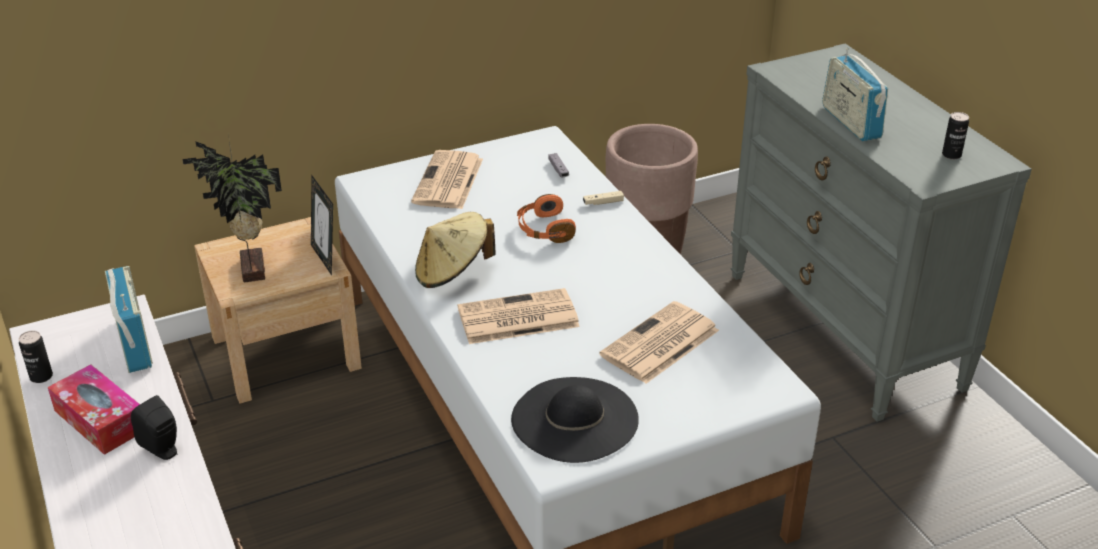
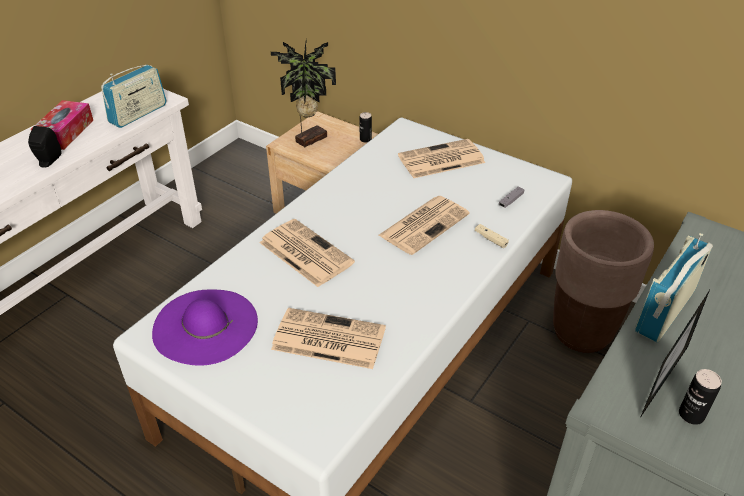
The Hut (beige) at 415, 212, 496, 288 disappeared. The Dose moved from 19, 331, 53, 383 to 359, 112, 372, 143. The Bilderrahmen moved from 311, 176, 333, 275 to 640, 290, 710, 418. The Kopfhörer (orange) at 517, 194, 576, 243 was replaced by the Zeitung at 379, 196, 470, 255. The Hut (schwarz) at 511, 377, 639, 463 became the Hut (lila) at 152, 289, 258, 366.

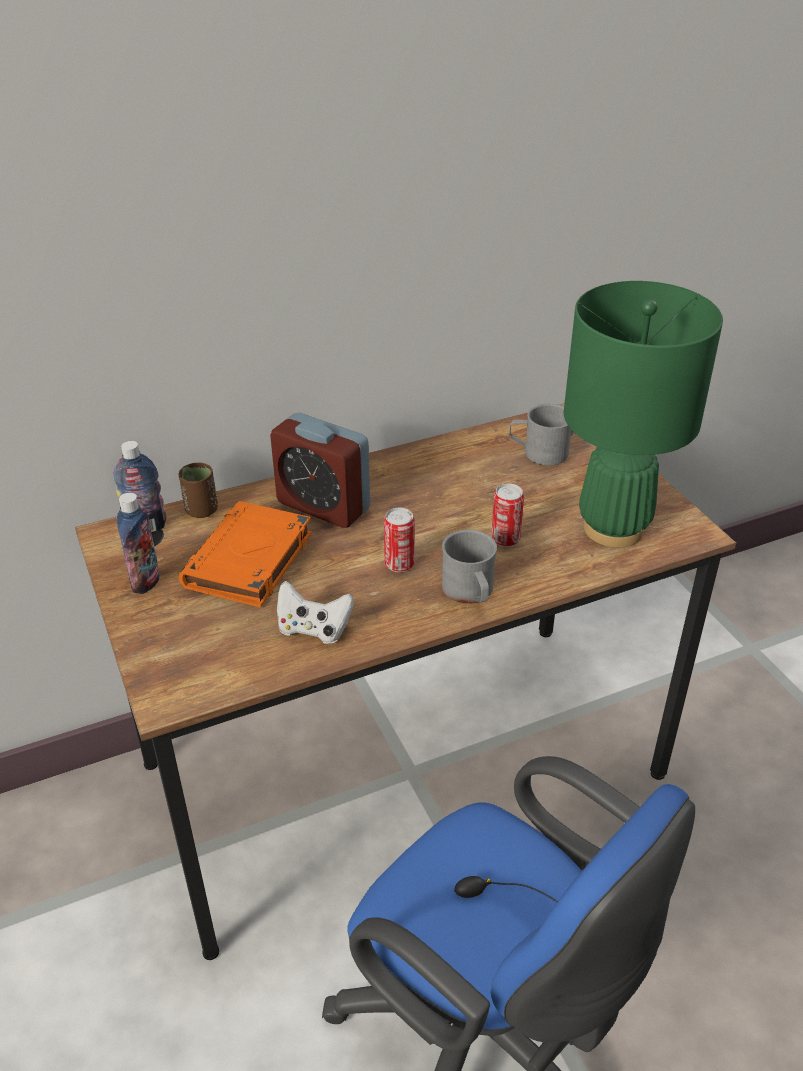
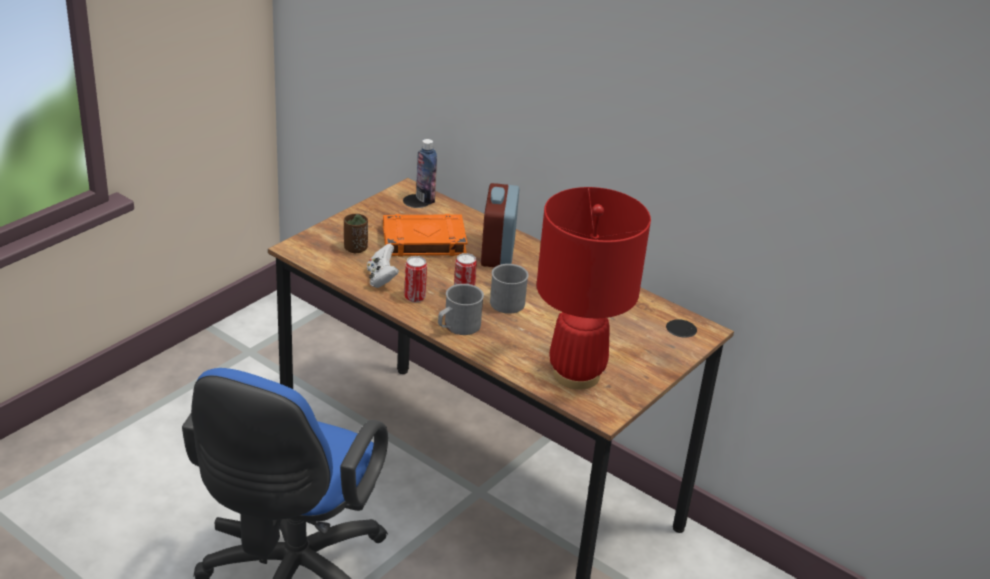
The Flasche at 117, 493, 160, 594 disappeared. The Tasse (braun) moved from 179, 462, 218, 518 to 344, 214, 368, 253. The Dose moved from 491, 484, 524, 547 to 404, 256, 427, 303. The Henkelbecher (grau) moved from 509, 404, 572, 466 to 490, 264, 529, 314. The Tischlampe (grün) at 564, 281, 723, 548 became the Tischlampe (rot) at 536, 187, 651, 389.

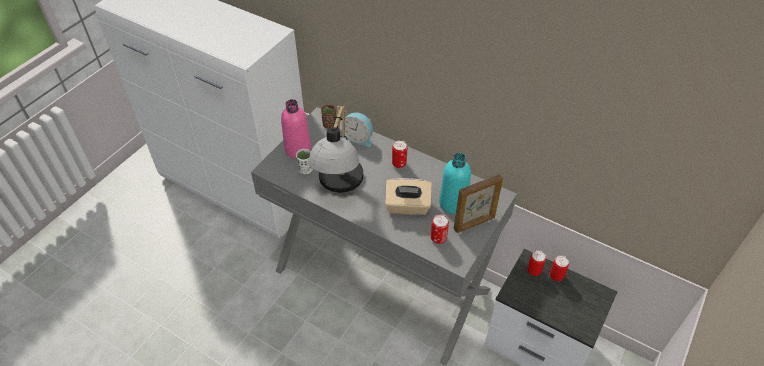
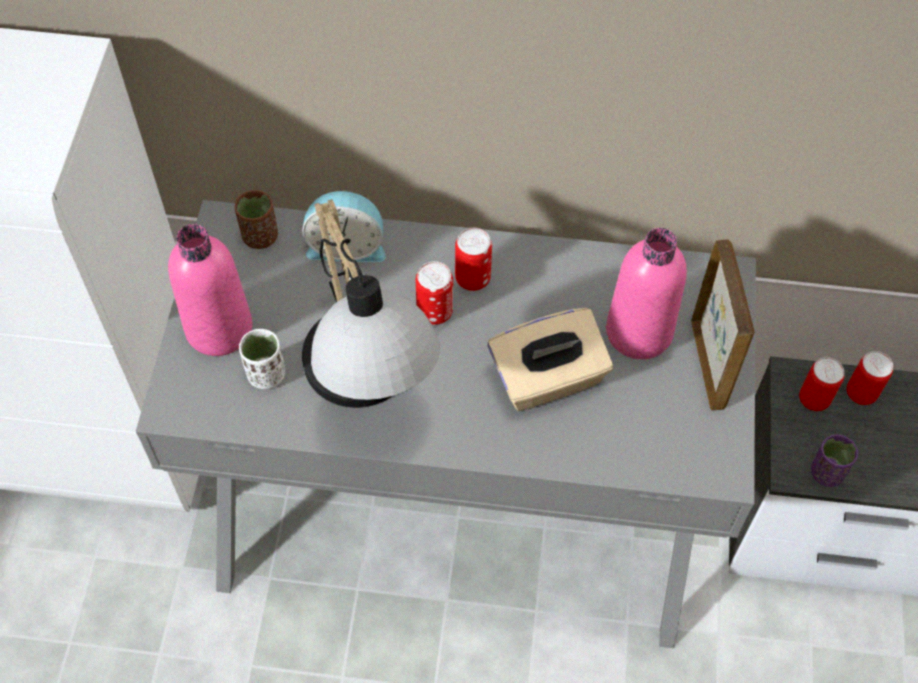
The Tasse (lila) at 811, 434, 858, 487 appeared. The Dose moved from 431, 215, 449, 244 to 415, 261, 453, 325. The Flasche (türkis) at 439, 153, 471, 214 became the Flasche (rosa) at 606, 228, 687, 359. The Bilderrahmen at 454, 174, 503, 233 turned 45 degrees counterclockwise.

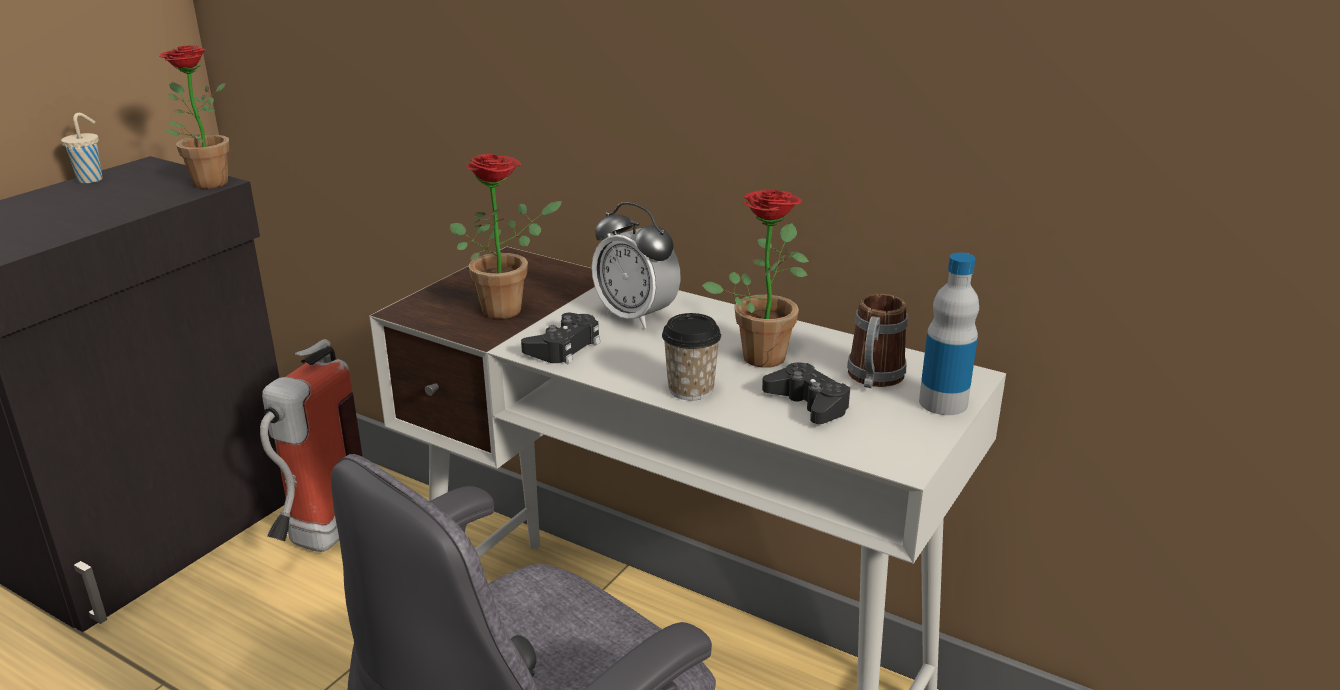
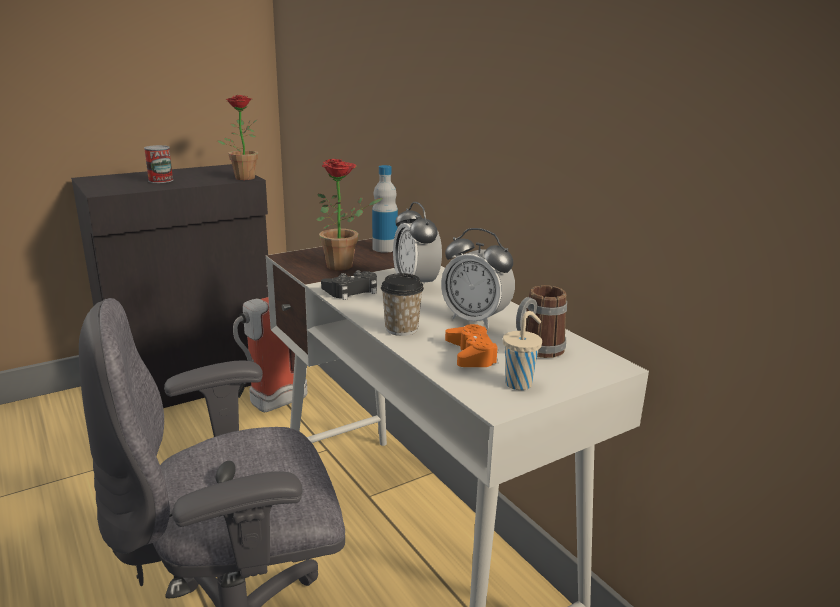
The Dose at 144, 145, 173, 183 appeared. The Tasse (beige) moved from 61, 113, 103, 183 to 503, 311, 542, 390. The Flasche moved from 919, 252, 979, 415 to 372, 165, 398, 253. The Topfpflanze at 702, 190, 809, 368 was replaced by the Wecker at 441, 228, 515, 329. The Gamepad (schwarz) at 762, 362, 850, 424 became the Gamepad (orange) at 445, 324, 498, 367.

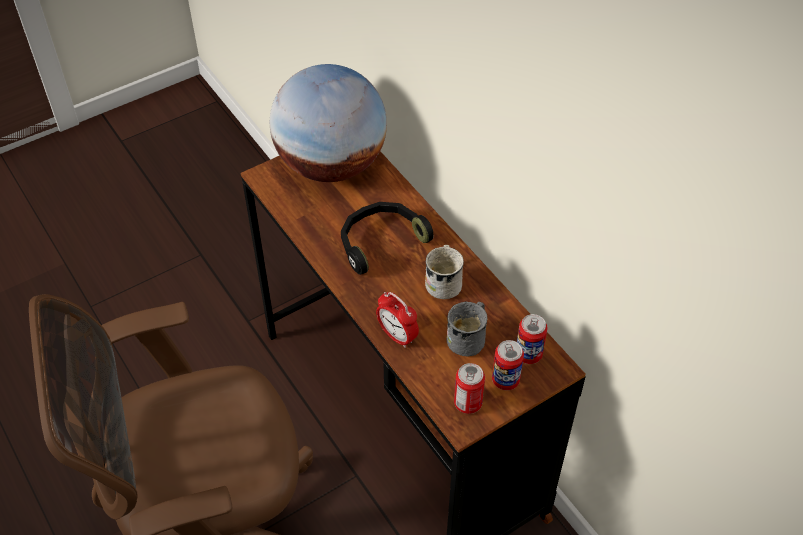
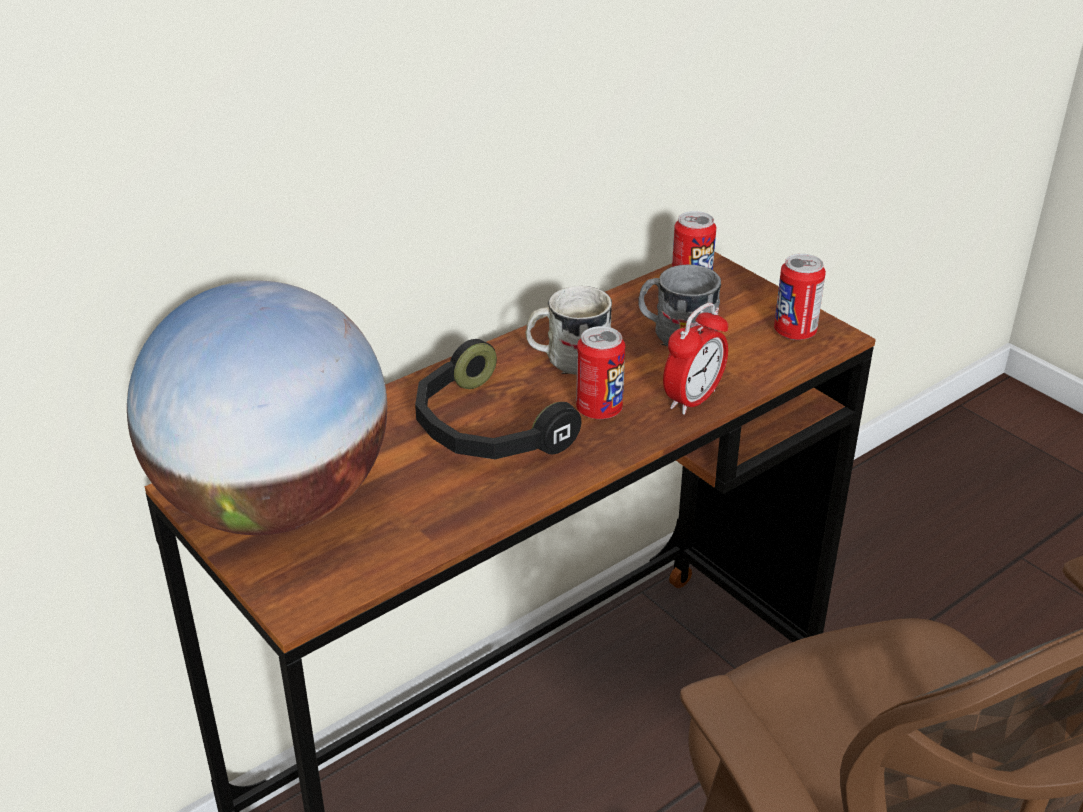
The Dose moved from 492, 340, 524, 390 to 576, 326, 625, 419.

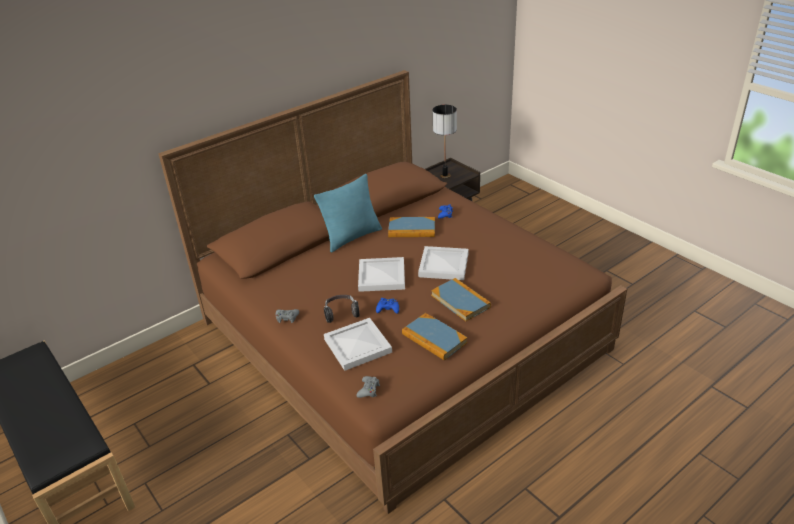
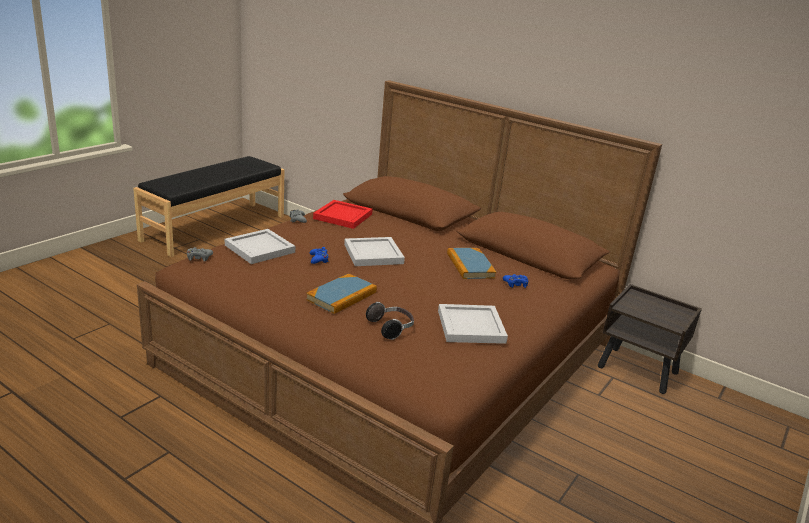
The Kissen (türkis) at 314, 174, 382, 253 disappeared. The Buch at 402, 313, 467, 361 disappeared. The Tischlampe at 433, 105, 457, 179 disappeared. The Tablett (rot) at 313, 200, 373, 229 appeared. The Kopfhörer moved from 324, 295, 360, 323 to 366, 302, 414, 340. The Tablett (weiß) moved from 418, 246, 468, 280 to 438, 304, 508, 344.

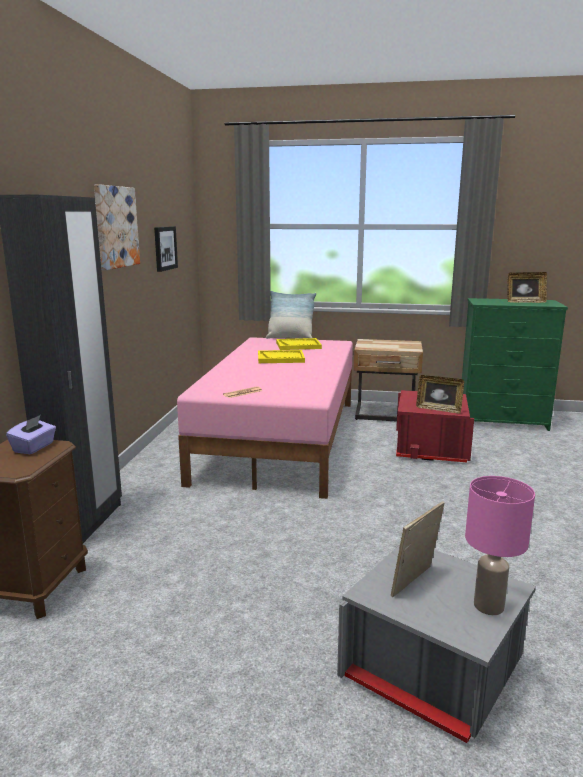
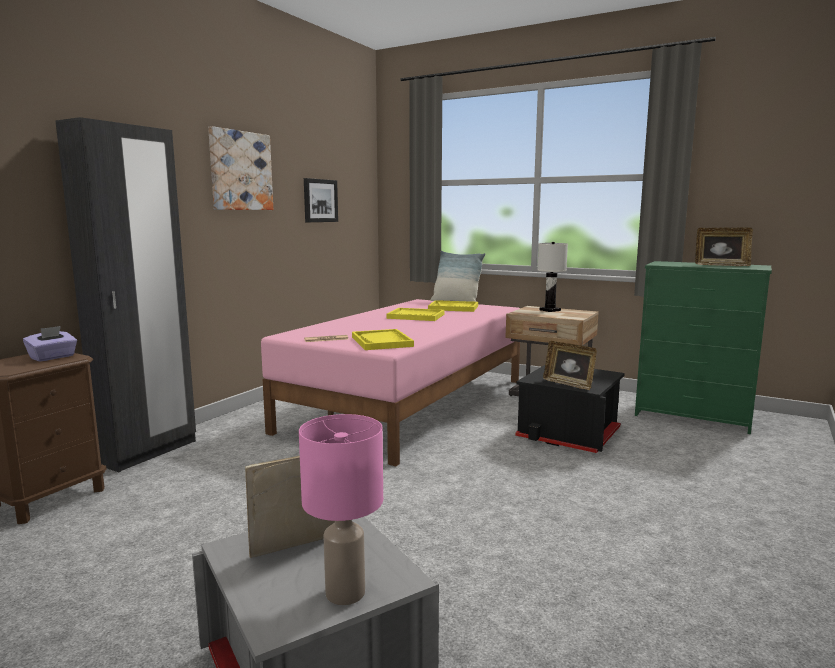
The Tablett (gelb) at 352, 329, 414, 350 appeared. The Tischlampe (weiß) at 537, 242, 568, 312 appeared. The Aufbewahrungsbox (rot) at 396, 390, 474, 462 became the Aufbewahrungsbox (schwarz) at 515, 365, 625, 453.

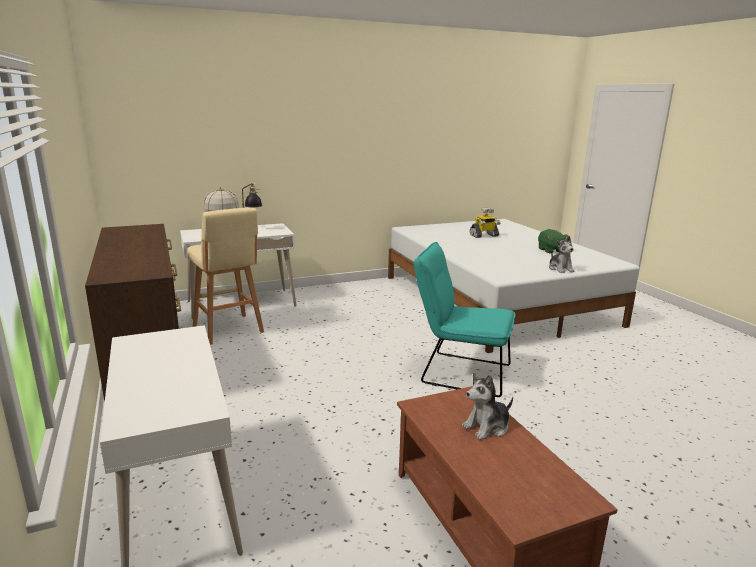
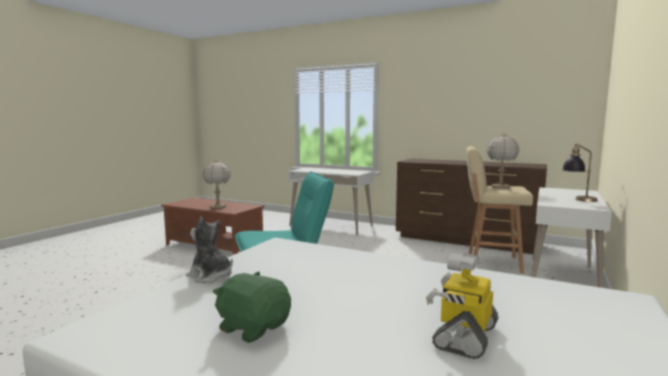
The Plüschtier at 462, 372, 513, 440 was replaced by the Tischlampe at 203, 160, 231, 209.

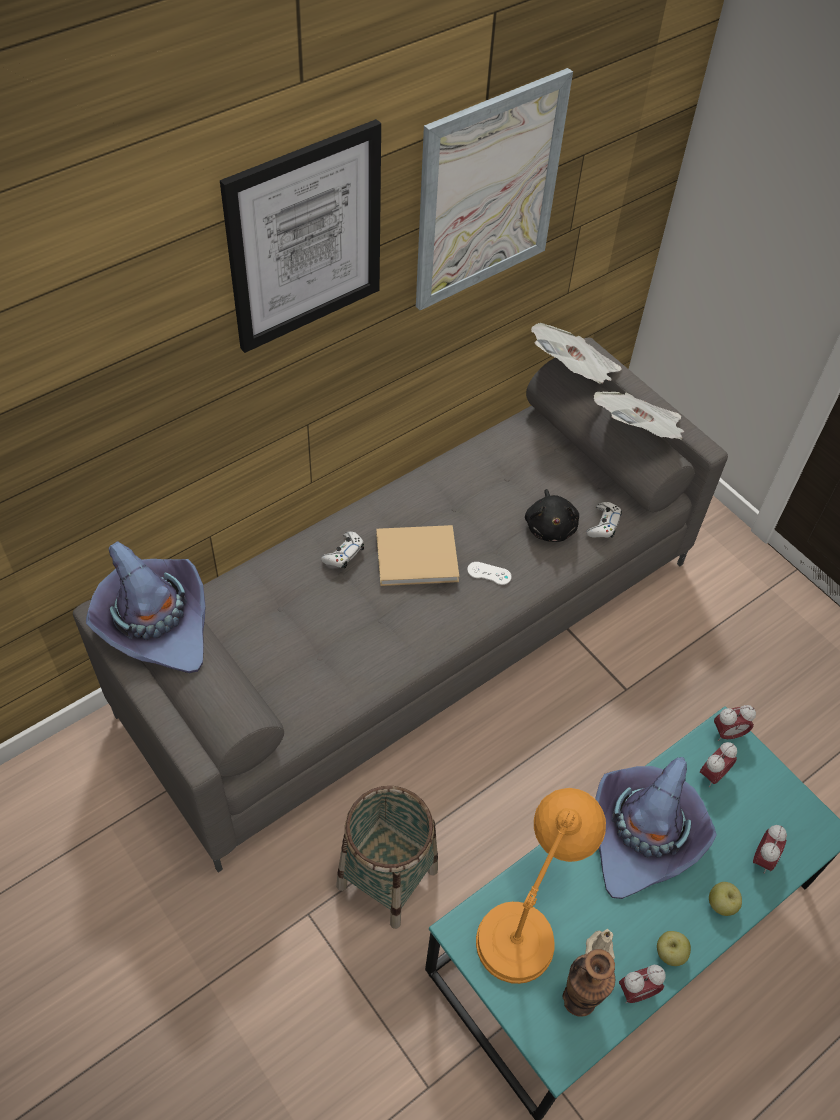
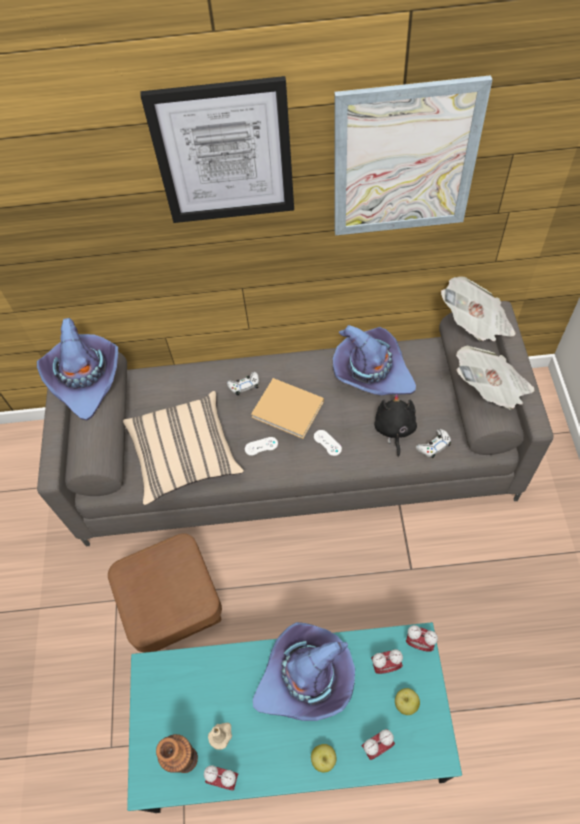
The Tischlampe (orange) at 476, 788, 606, 984 disappeared. The Kissen (beige) at 123, 391, 244, 505 appeared. The Gamepad (weiß) at 245, 437, 278, 456 appeared. The Hut (lila) at 333, 325, 416, 395 appeared. The Apfel moved from 657, 931, 691, 966 to 395, 688, 420, 715. The Korb at 336, 786, 438, 929 was replaced by the Polsterhocker (braun) at 108, 533, 222, 652. The Plüschtier (schwarz) at 525, 489, 579, 542 turned 150 degrees clockwise.

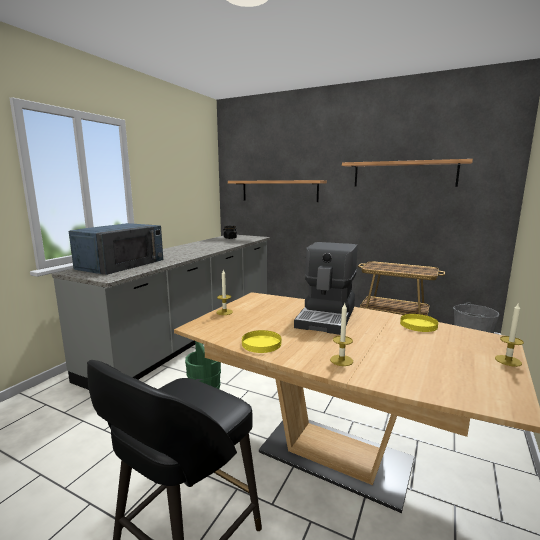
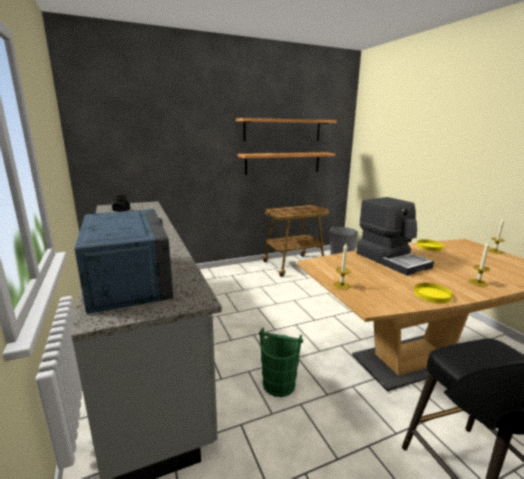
The Wandregal moved from 228, 180, 327, 202 to 238, 152, 335, 175.

